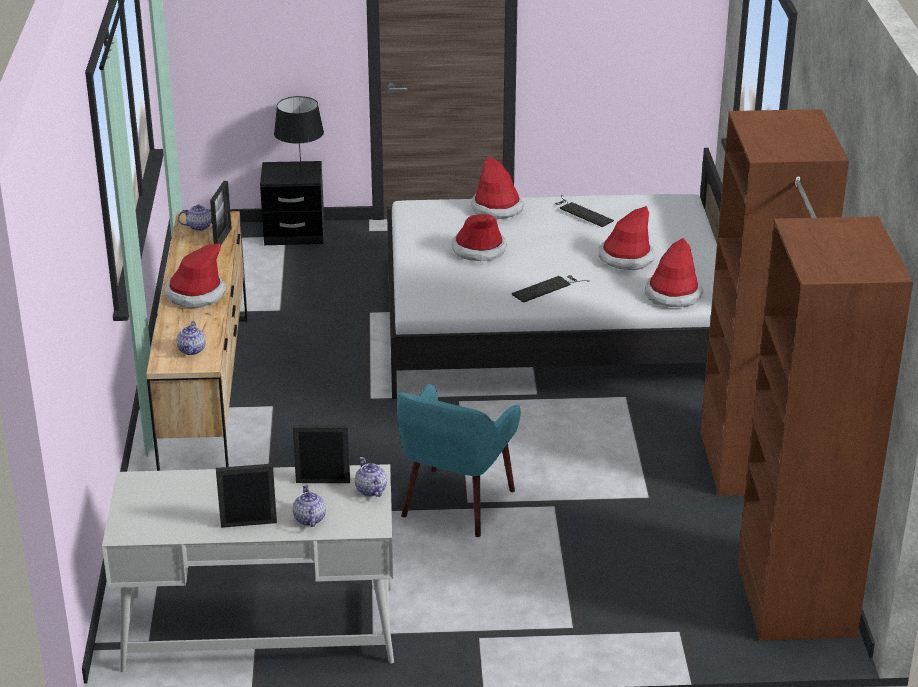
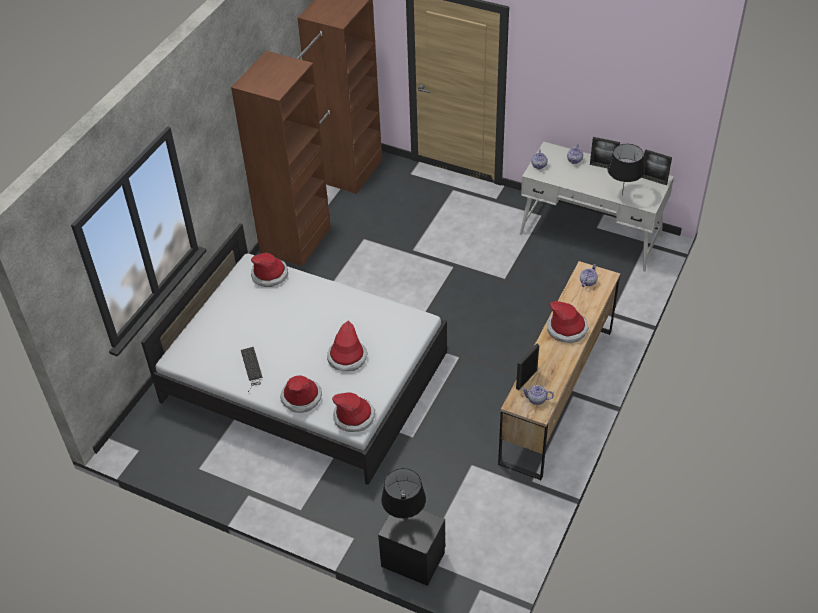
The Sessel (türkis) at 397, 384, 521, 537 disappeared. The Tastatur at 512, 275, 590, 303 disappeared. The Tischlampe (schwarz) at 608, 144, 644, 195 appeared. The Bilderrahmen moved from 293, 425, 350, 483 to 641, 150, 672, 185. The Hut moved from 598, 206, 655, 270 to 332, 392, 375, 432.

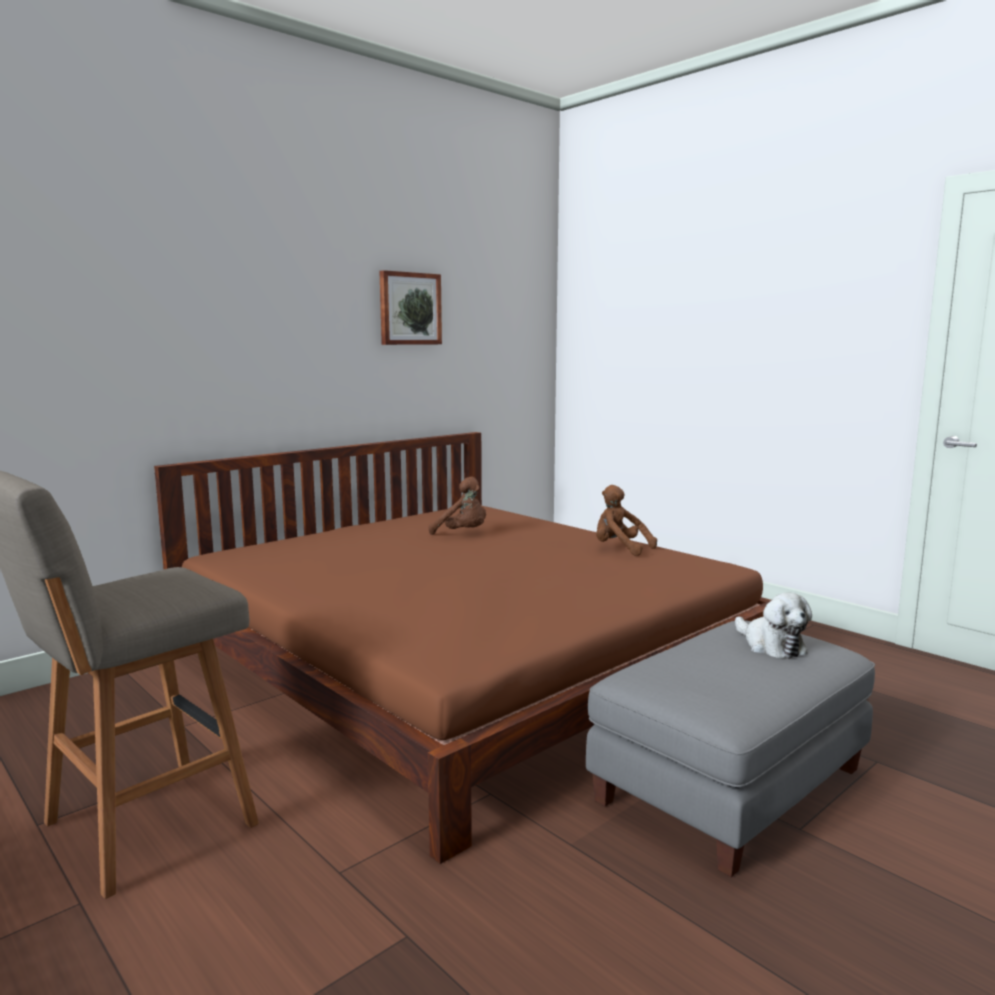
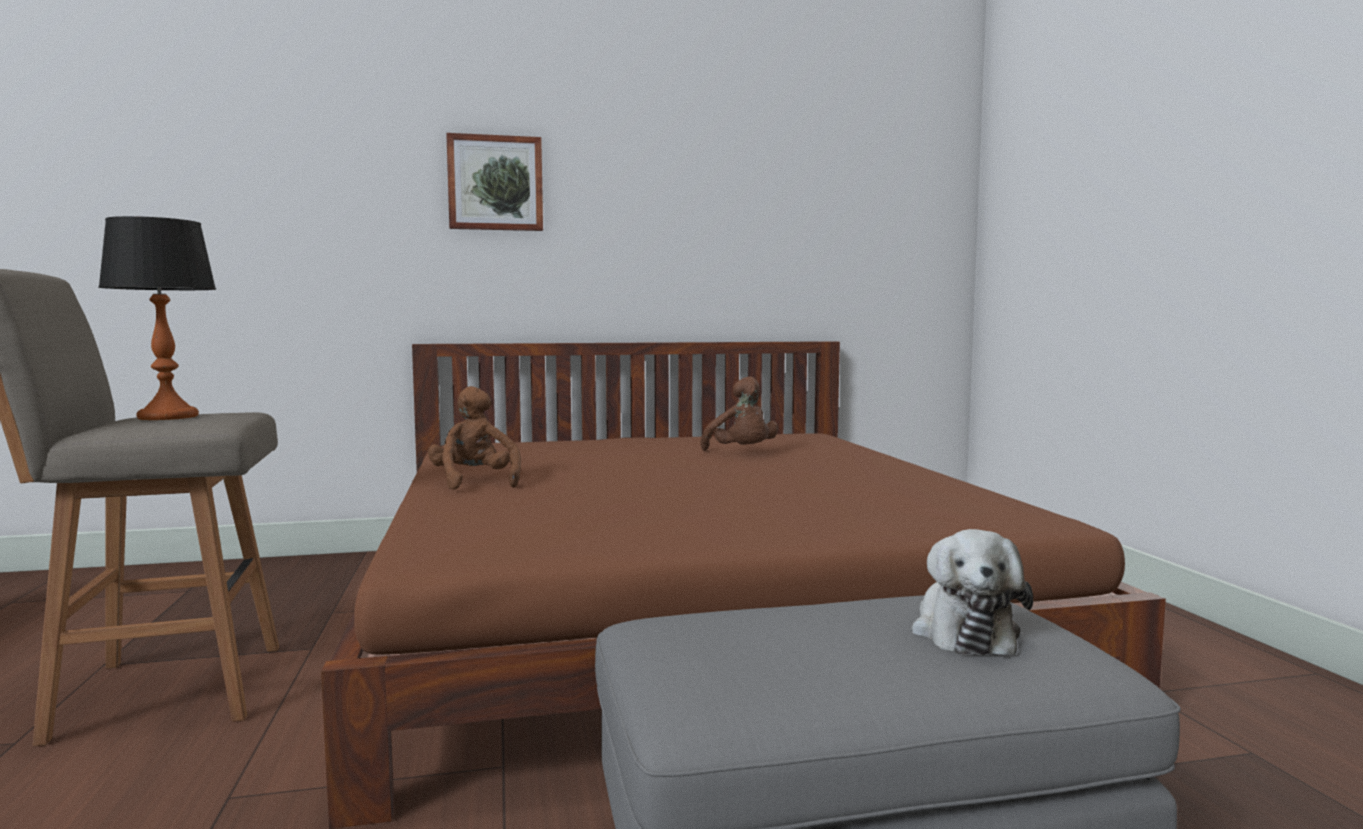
The Tischlampe at 98, 216, 216, 420 appeared. The Bild moved from 379, 270, 442, 345 to 446, 133, 543, 231. The Plüschtier (braun) moved from 596, 485, 657, 556 to 428, 386, 521, 490.

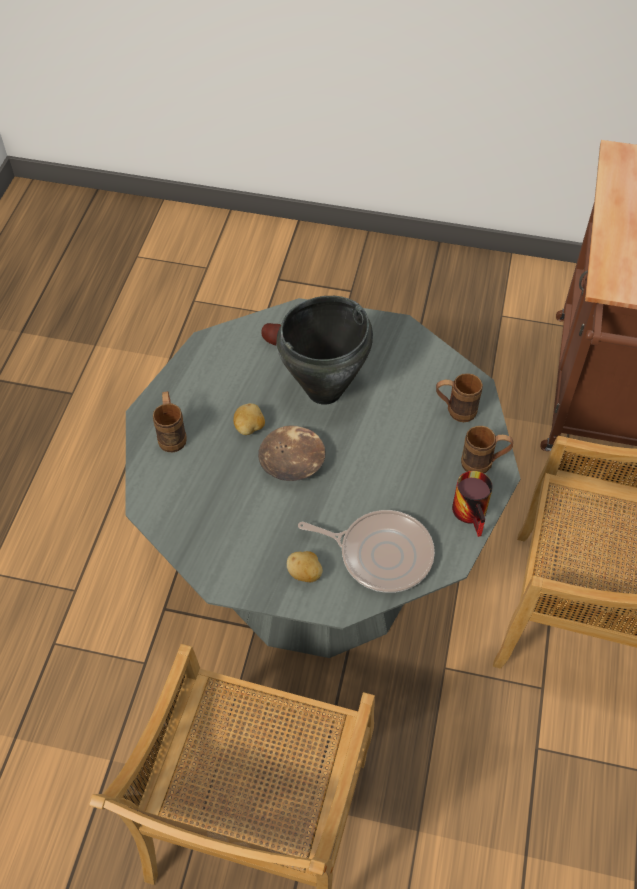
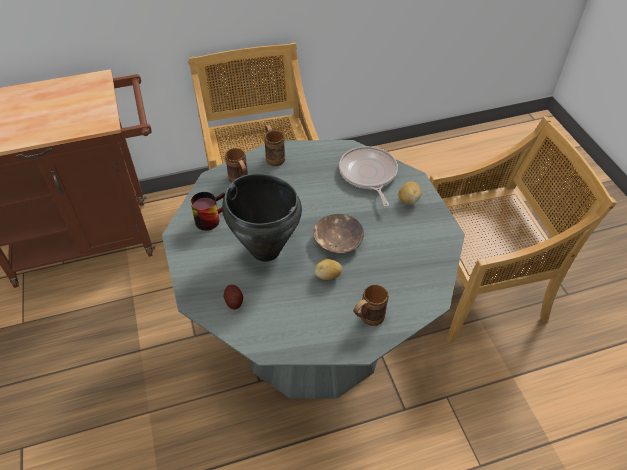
The Henkelbecher moved from 452, 471, 493, 537 to 190, 192, 225, 231.

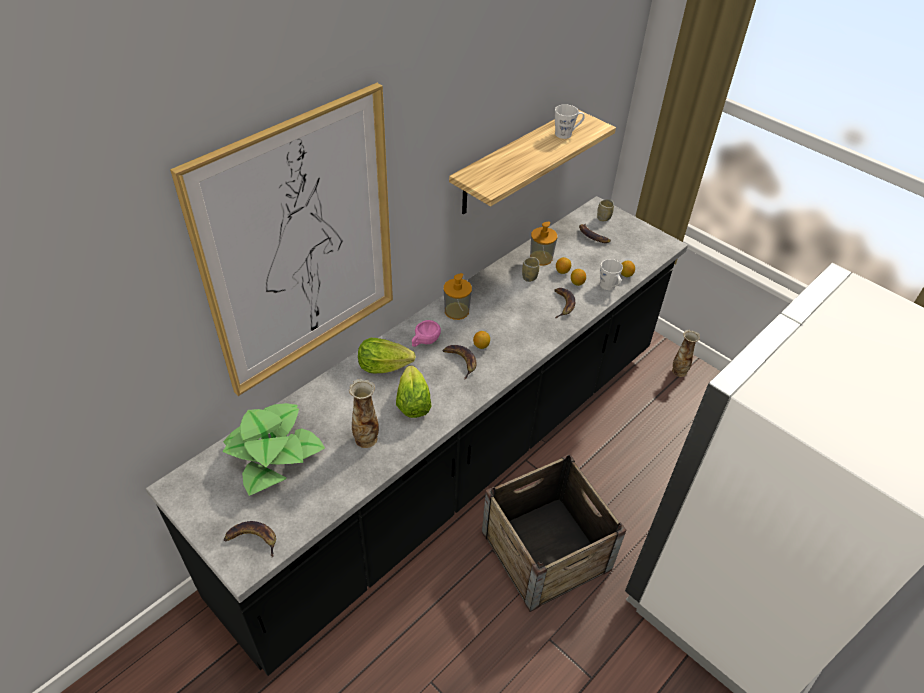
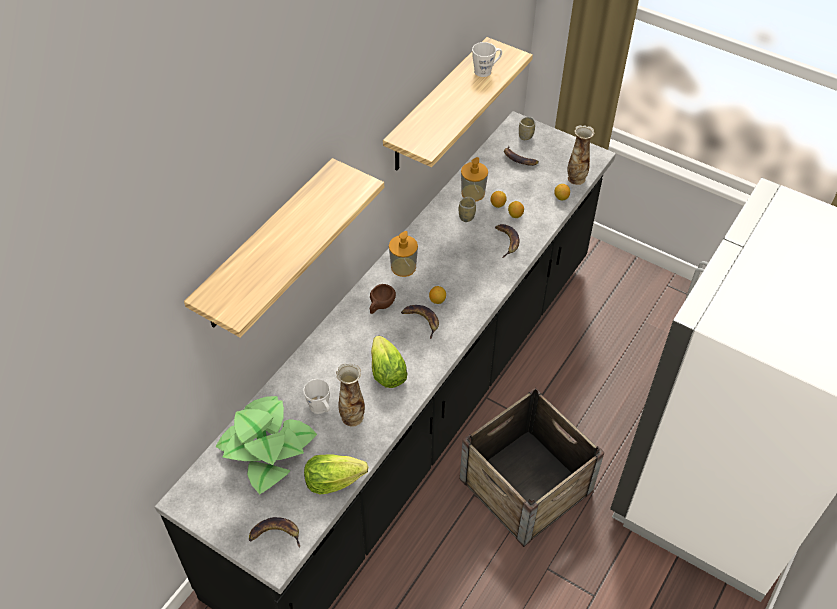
The Salatkopf moved from 358, 338, 416, 374 to 304, 454, 368, 494. The Henkelbecher (weiß) moved from 600, 259, 623, 290 to 303, 379, 330, 414. The Vase moved from 672, 330, 700, 377 to 567, 125, 595, 185. The Bild at 170, 83, 393, 396 was replaced by the Wandregal at 184, 158, 384, 338. The Tasse (rosa) at 412, 320, 441, 347 became the Tasse (braun) at 370, 284, 396, 314.

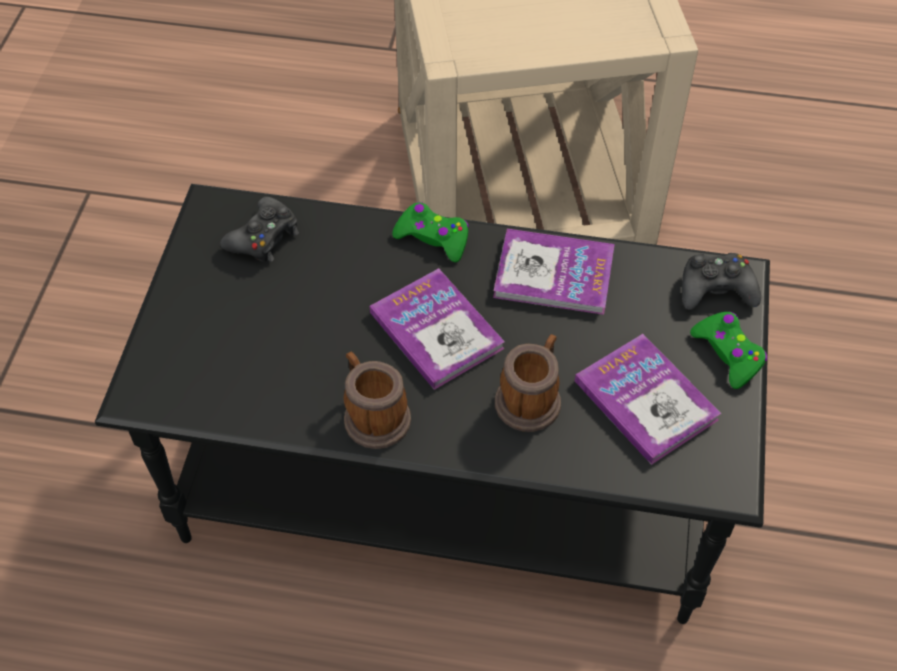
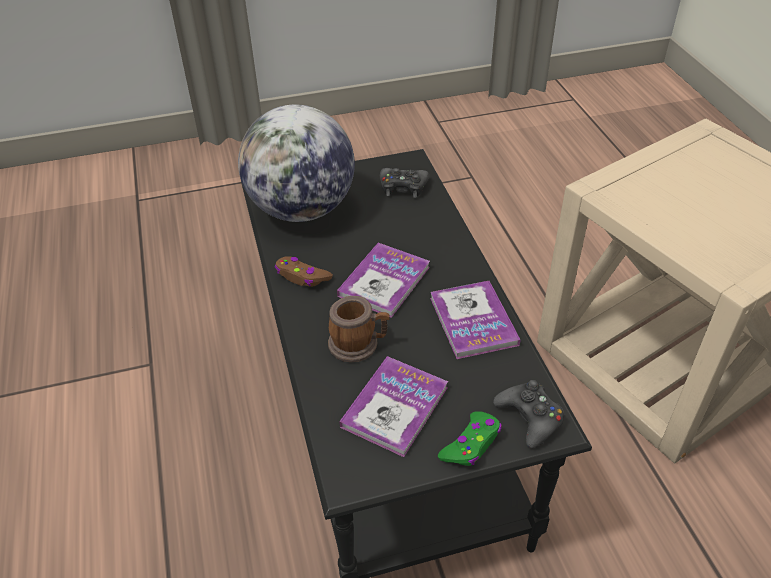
The Gamepad (grün) at 392, 202, 469, 263 disappeared. The Globus at 238, 105, 355, 222 appeared. The Henkelbecher at 344, 352, 411, 449 was replaced by the Gamepad (braun) at 275, 256, 333, 287.

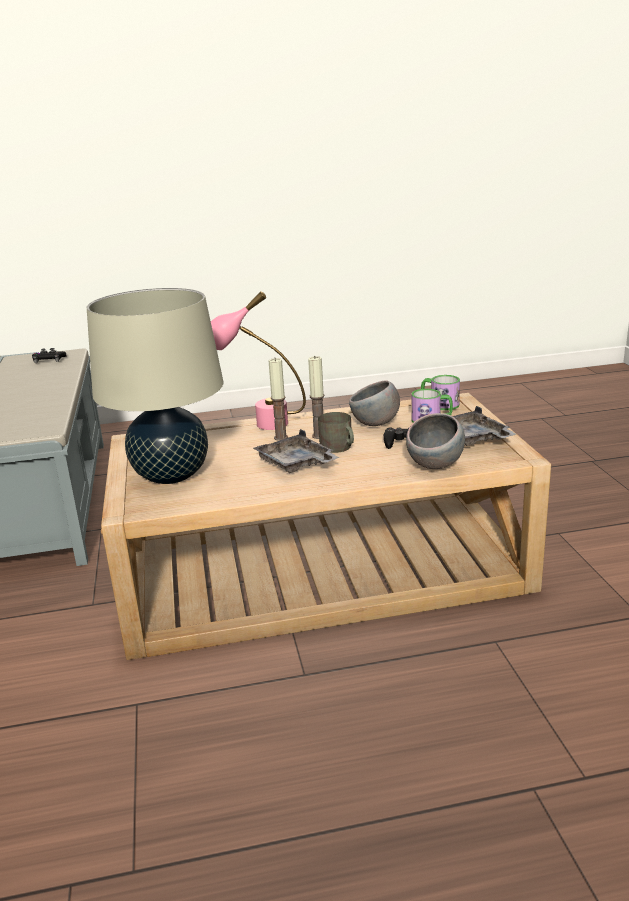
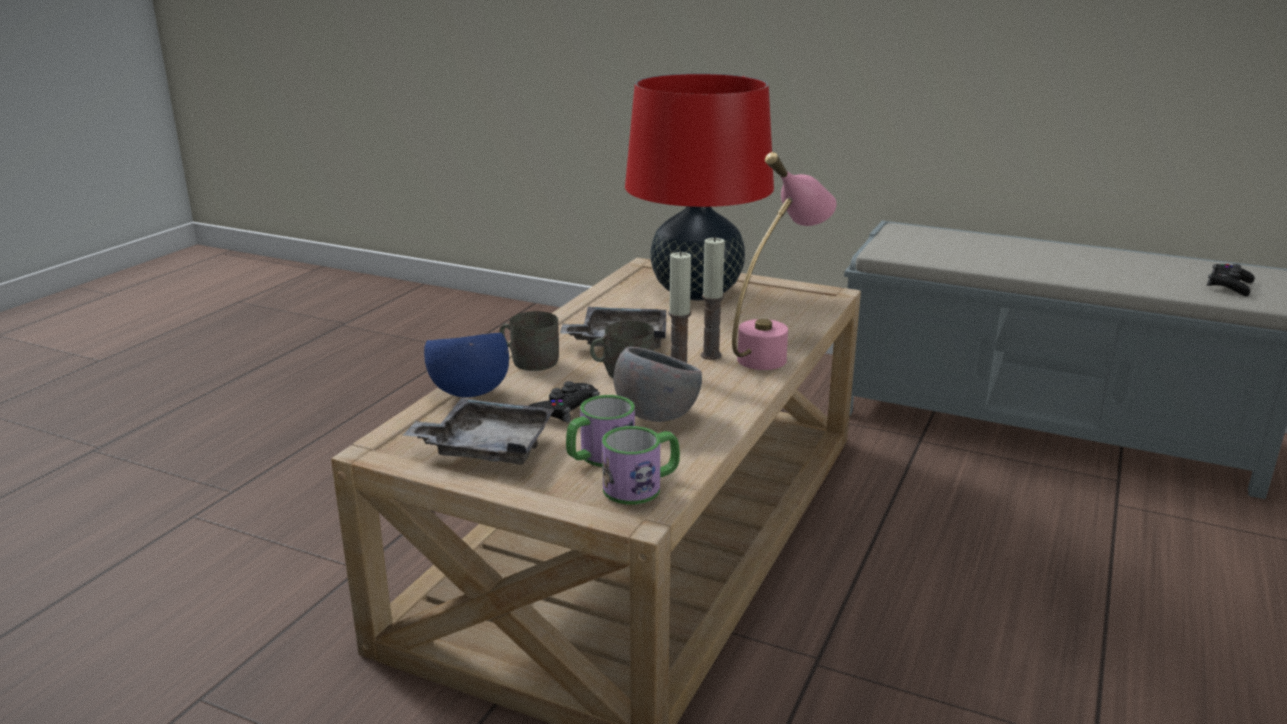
The Henkelbecher (grau) at 499, 311, 559, 371 appeared. The Tischlampe (beige) at 87, 288, 224, 484 became the Tischlampe (rot) at 625, 73, 774, 300. The Schüssel (grau) at 406, 413, 465, 469 became the Schüssel (blau) at 424, 333, 509, 398.

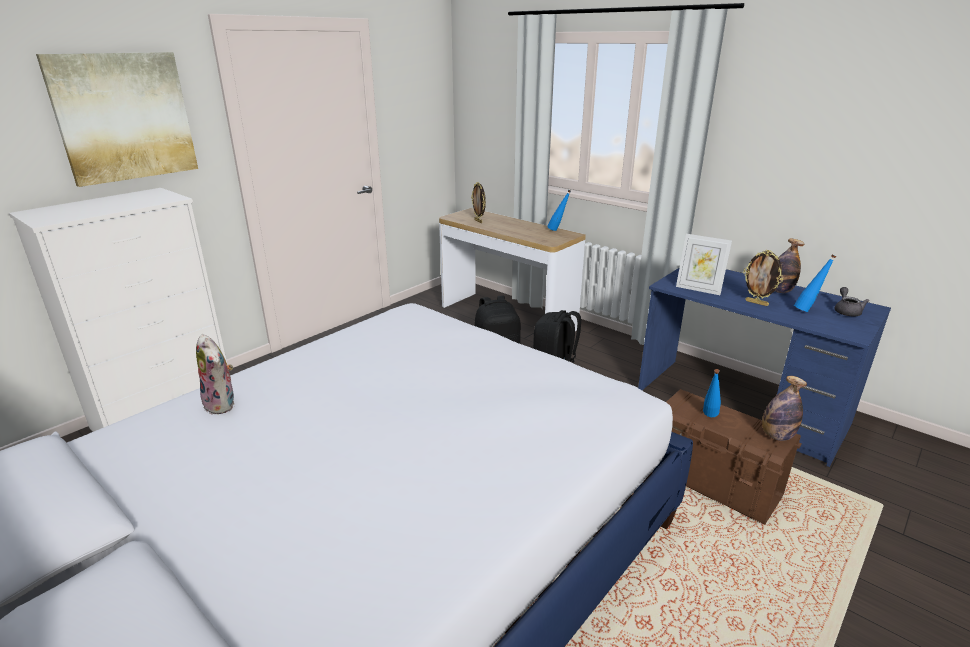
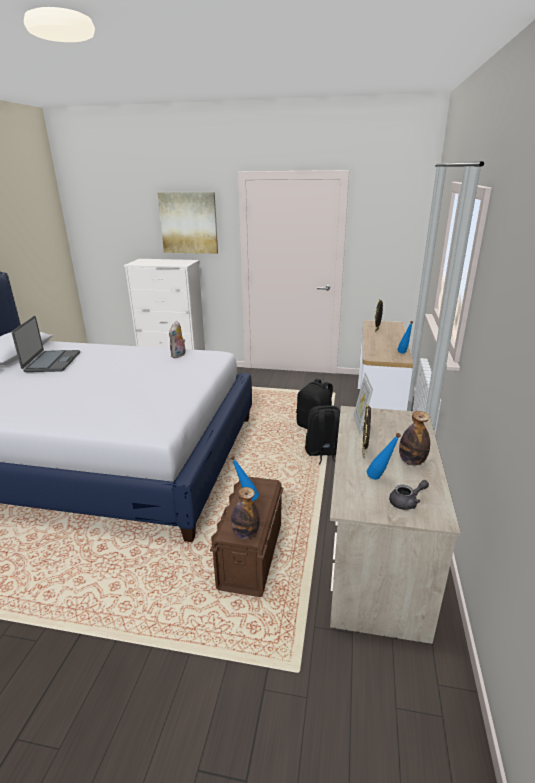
The Laptop at 12, 316, 80, 372 appeared. The Plüschtier moved from 196, 334, 235, 415 to 169, 321, 186, 358. The Schreibtisch (blau) at 638, 268, 891, 467 became the Schreibtisch (beige) at 330, 406, 461, 644.

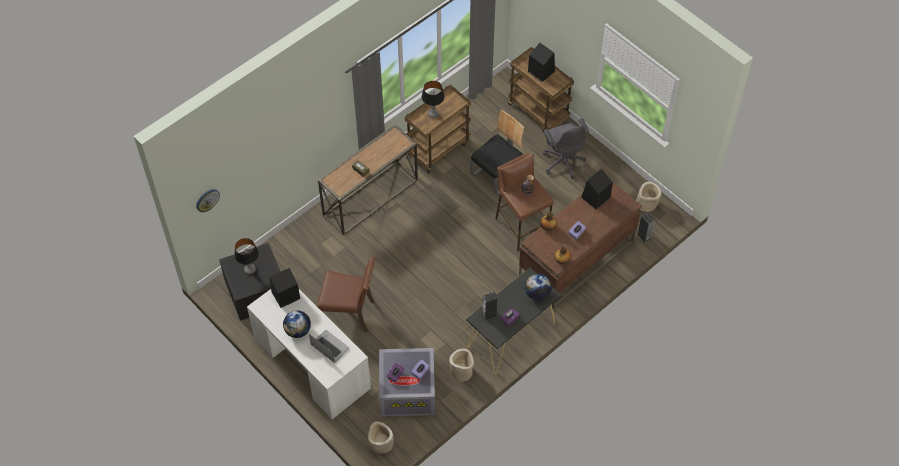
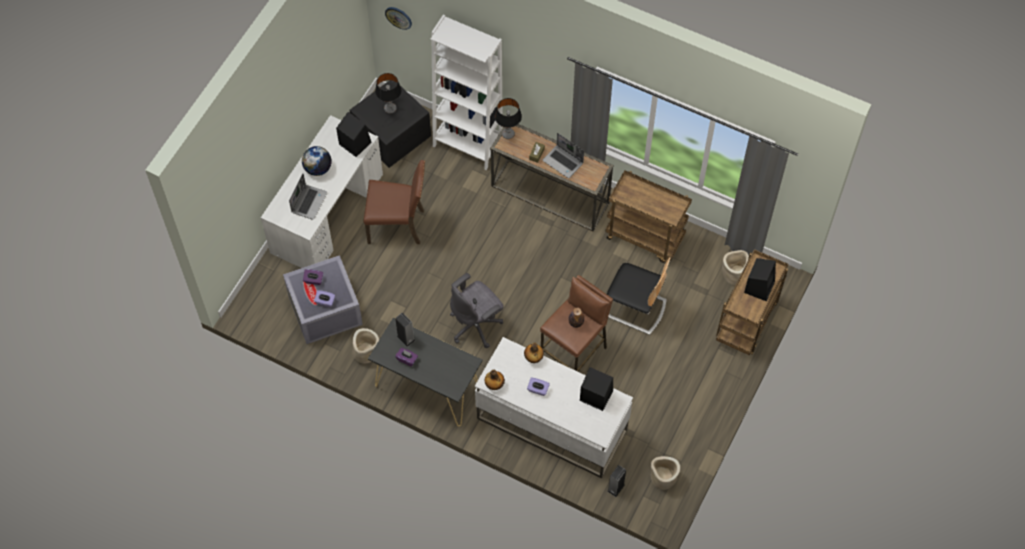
The Globus at 525, 274, 552, 301 disappeared. The Bücherregal (weiß) at 430, 15, 503, 170 appeared. The Laptop at 543, 133, 584, 178 appeared. The Pflanzkübel (beige) moved from 368, 421, 394, 454 to 722, 250, 749, 285. The Tischlampe moved from 422, 81, 445, 118 to 495, 98, 522, 139. The Bürostuhl (grau) moved from 543, 118, 589, 179 to 450, 273, 503, 348. The Schreibtisch (braun) at 519, 181, 642, 309 became the Schreibtisch (weiß) at 475, 337, 633, 479. The Stuhl (braun) at 317, 256, 376, 332 turned 75 degrees counterclockwise.

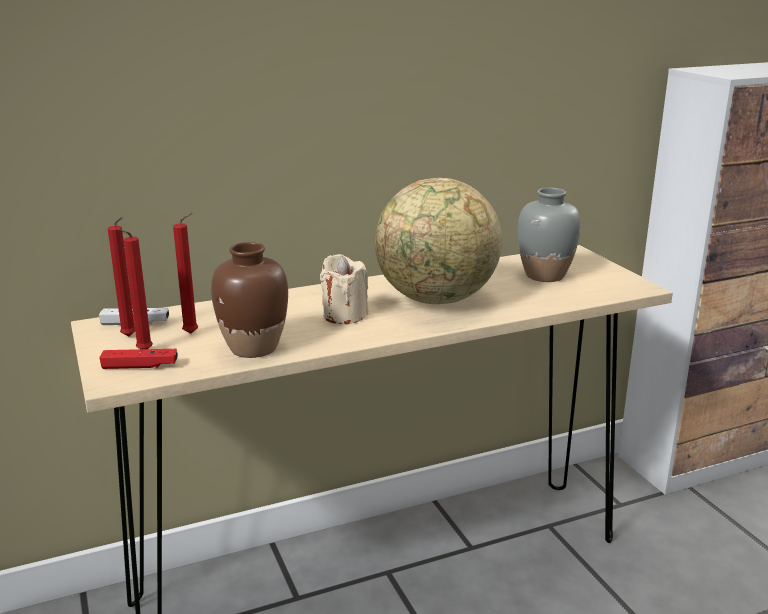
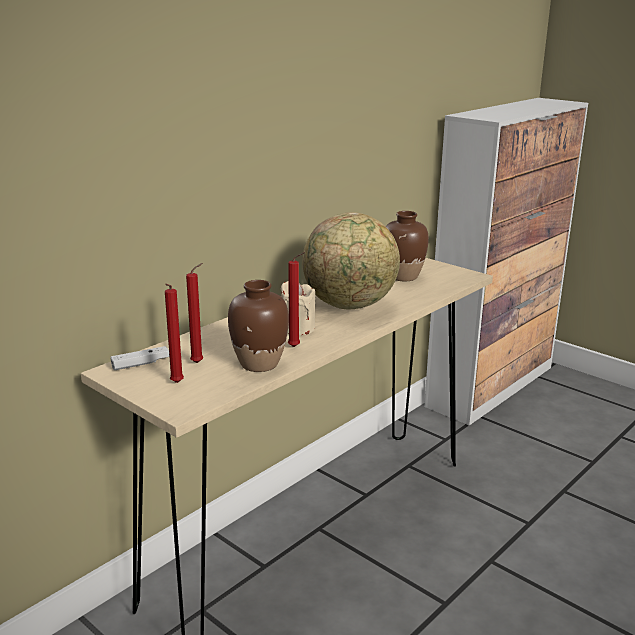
The Gamepad (rot) at 99, 349, 178, 369 disappeared. The Kerze (rot) moved from 108, 217, 135, 336 to 288, 253, 304, 347. The Vase (grau) at 518, 188, 581, 282 became the Vase (braun) at 386, 211, 429, 281.

